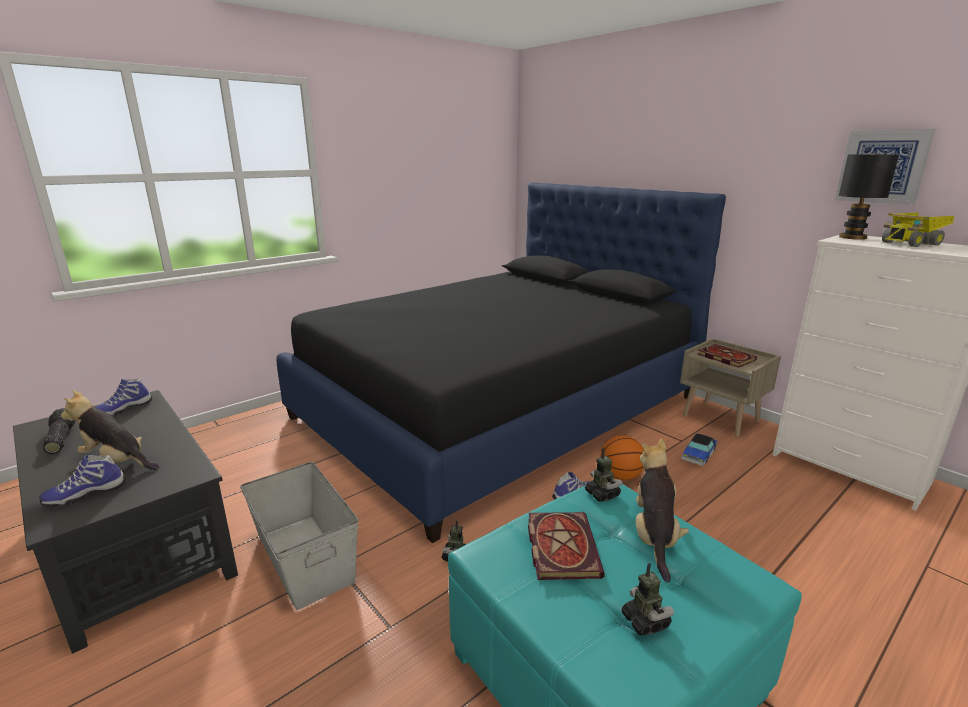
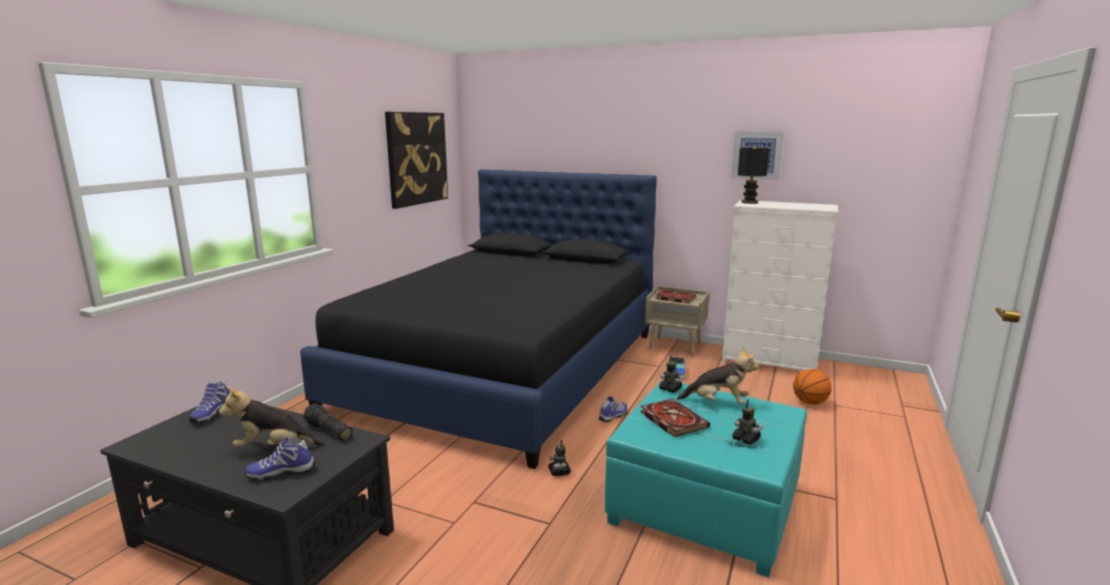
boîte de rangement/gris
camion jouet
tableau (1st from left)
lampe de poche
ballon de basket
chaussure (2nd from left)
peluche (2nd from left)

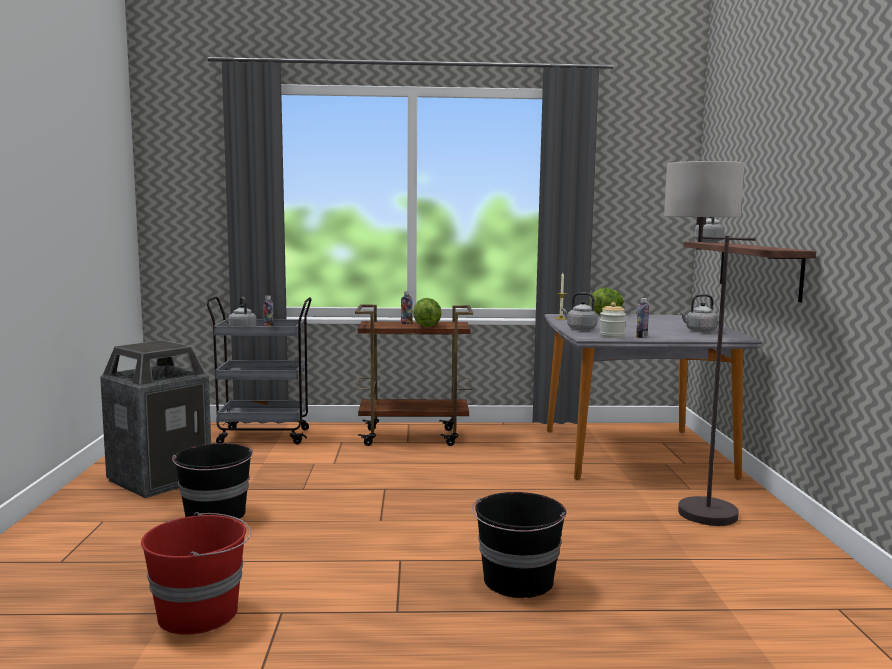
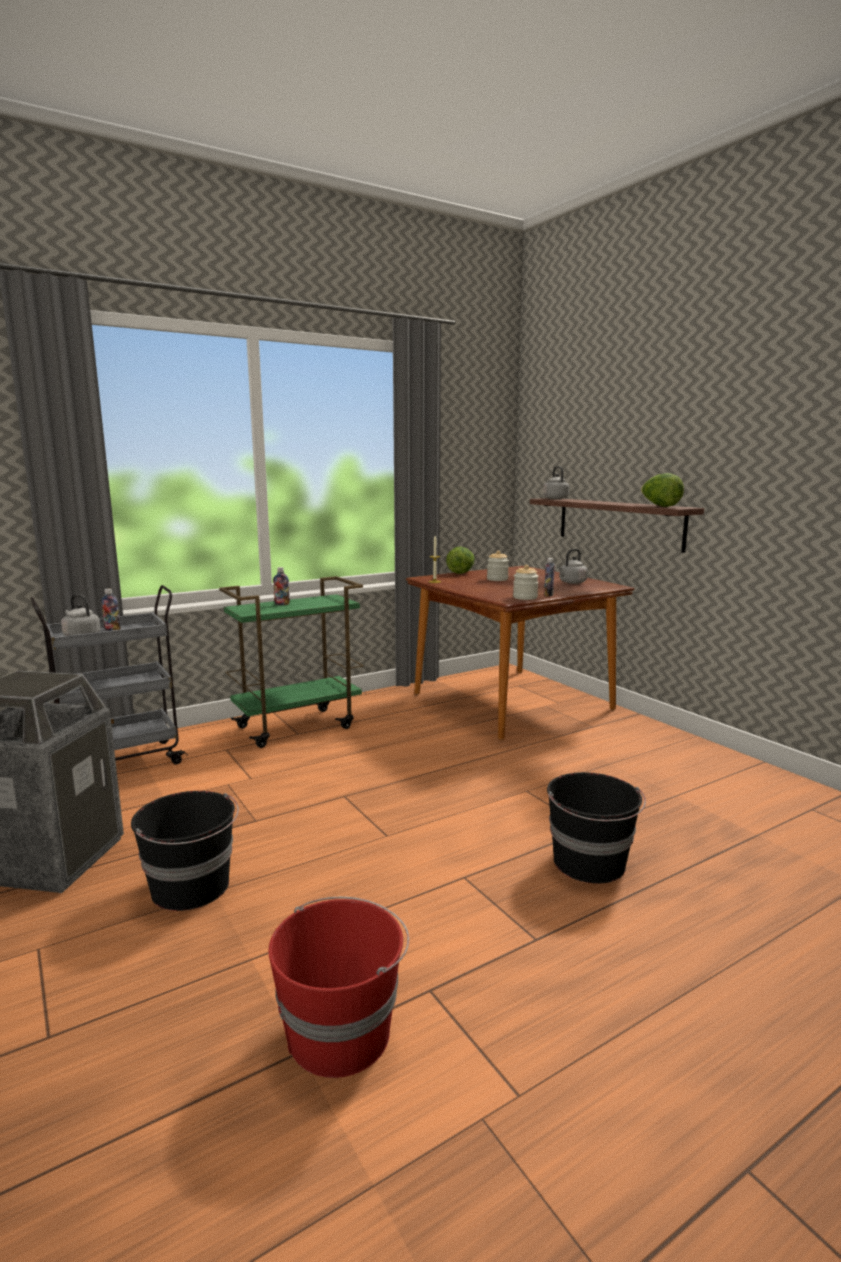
bouilloire/gris (2nd from left in the first image)
lampadaire/gris
bocal (1st from left)
laitue (2nd from left)
chariot/vert
table à manger/marron

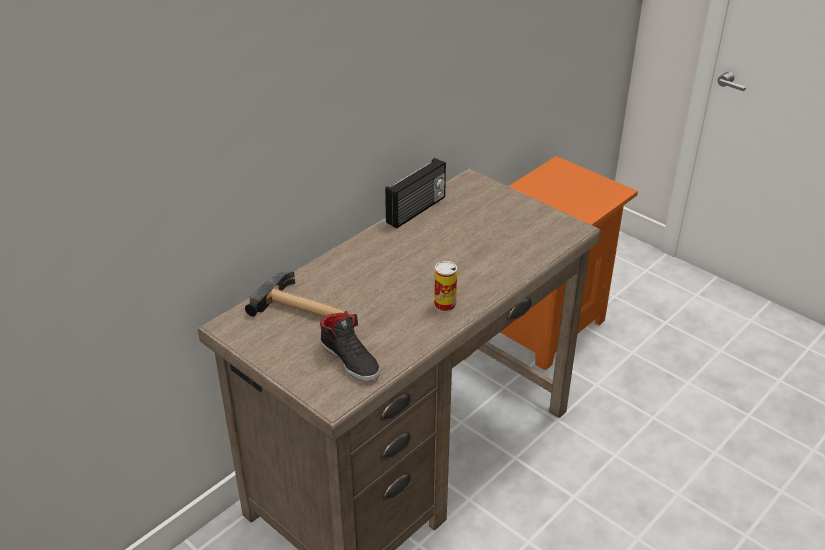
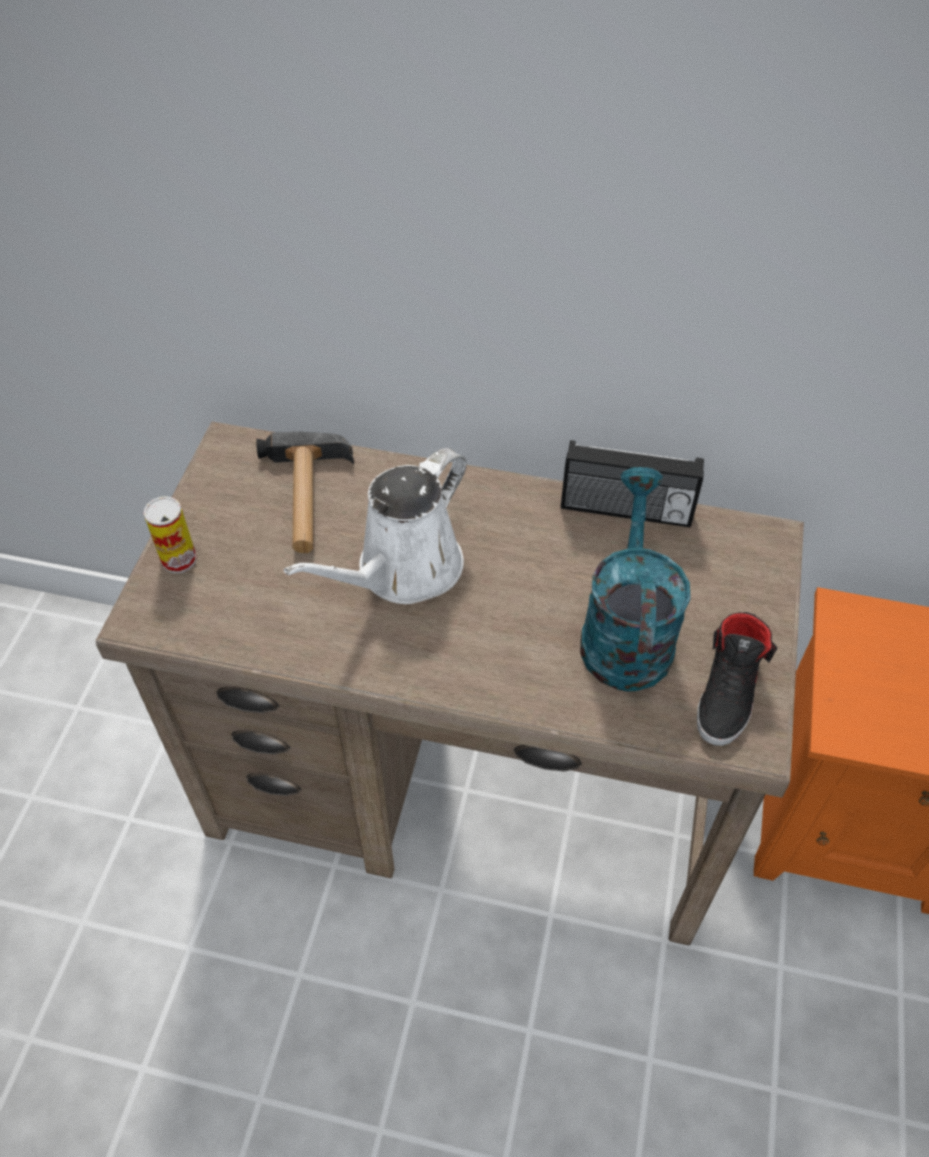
arrosoir/blanc
arrosoir/turquoise
chaussure/noir
boîte métallique

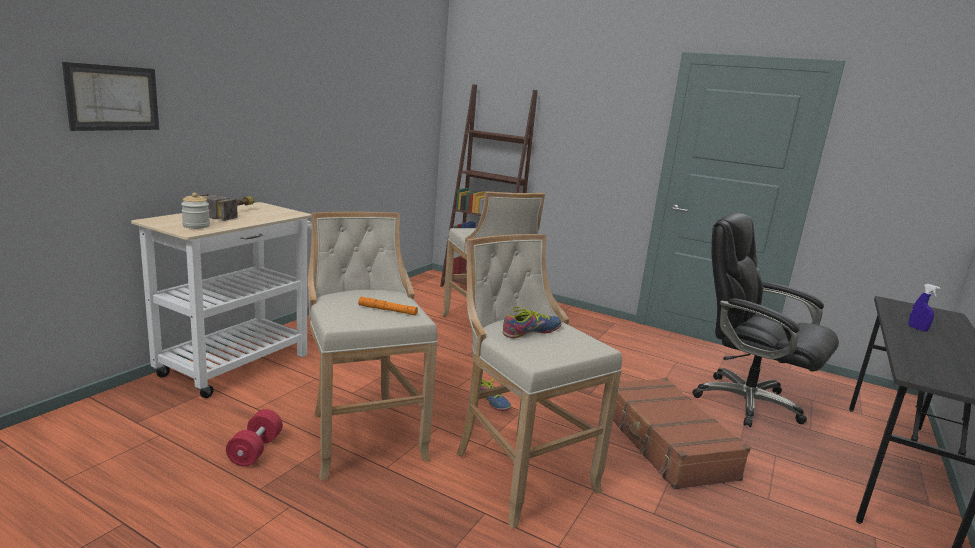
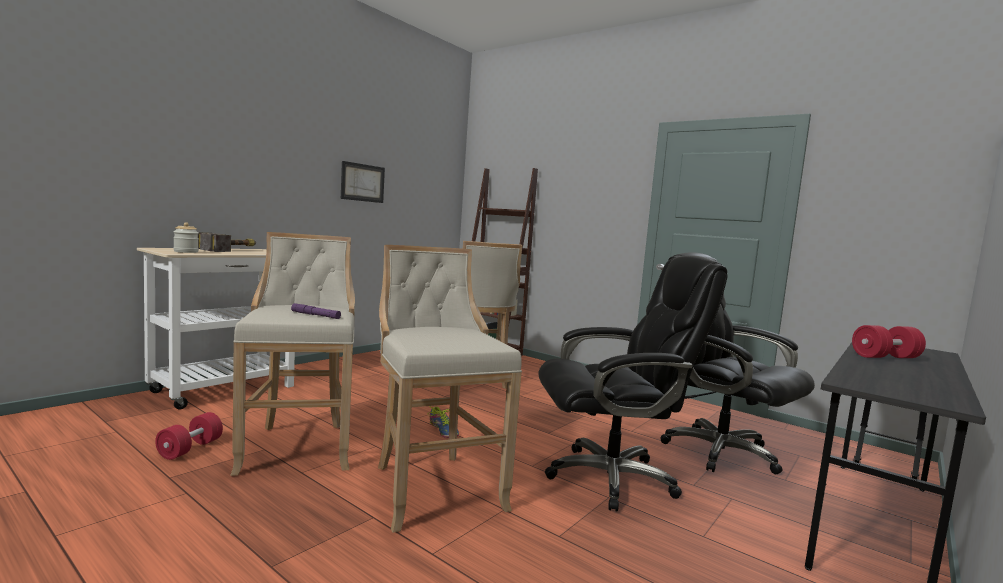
chaussure (2nd from left in the first image)
tableau
chaise de bureau/noir (1st from left)
haltère/rouge (2nd from left)
lampe de poche/violet

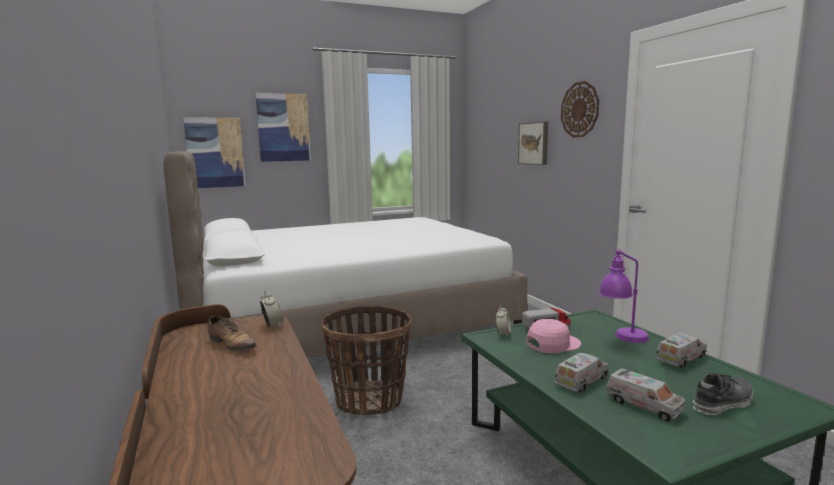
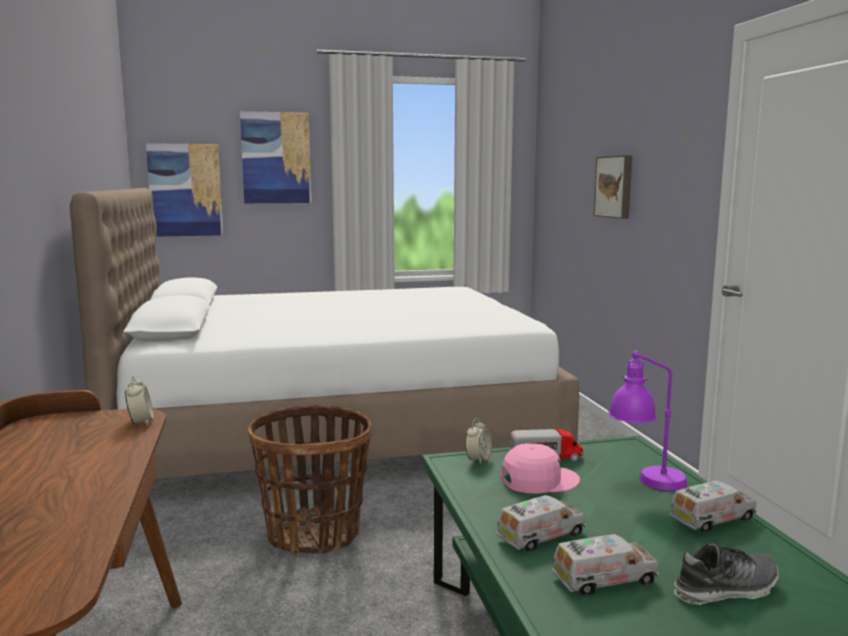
chaussure (1st from left in the first image)
horloge murale
camion jouet (3rd from left)

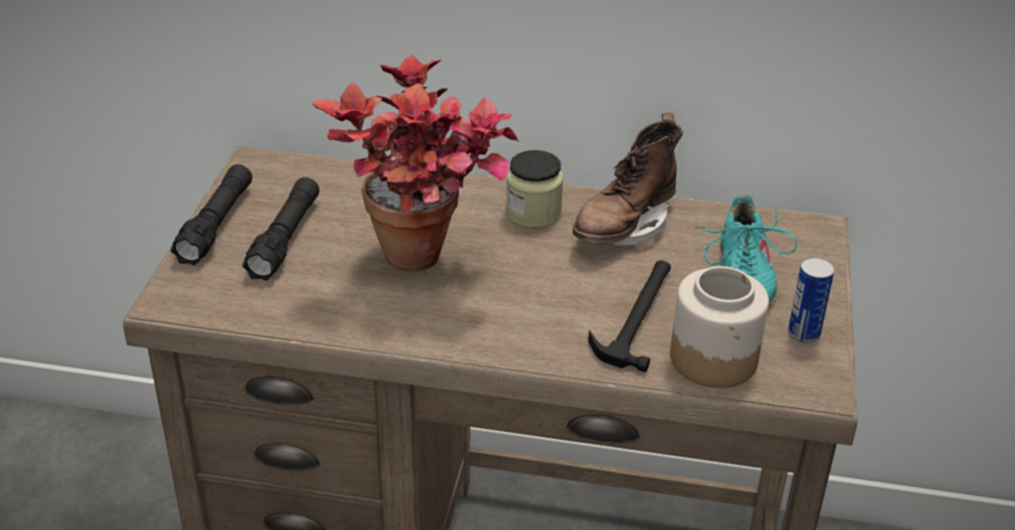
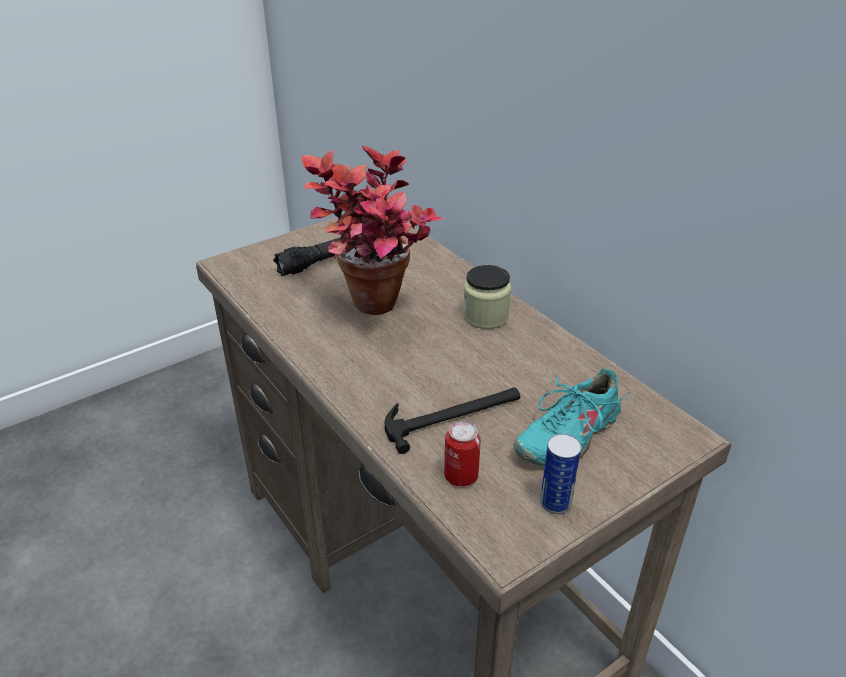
lampe de poche/noir (1st from left in the first image)
botte/marron
boîte métallique (1st from left)

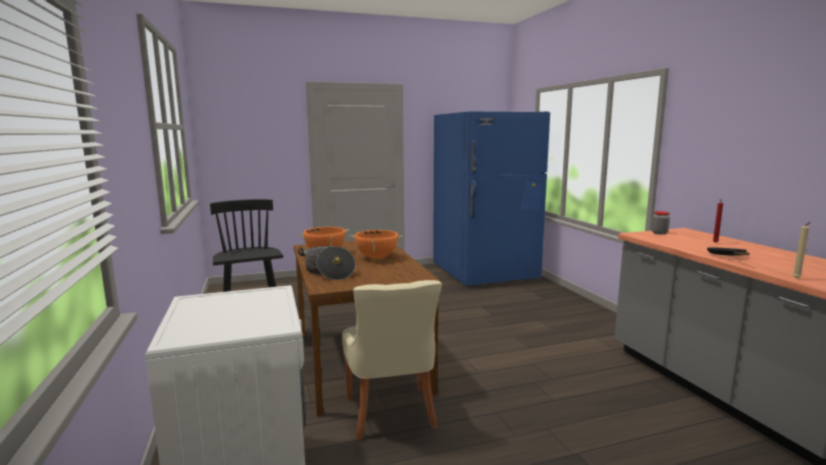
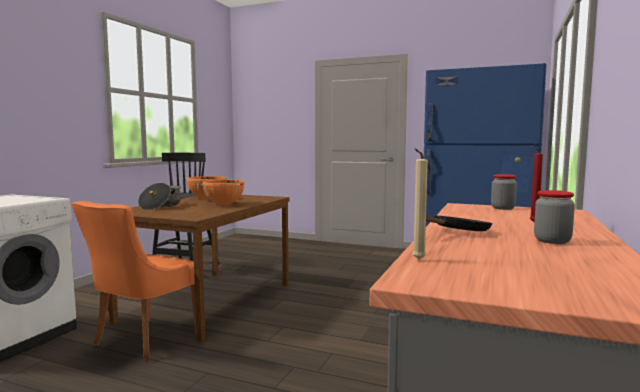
bocal (2nd from left)
chaise/orange

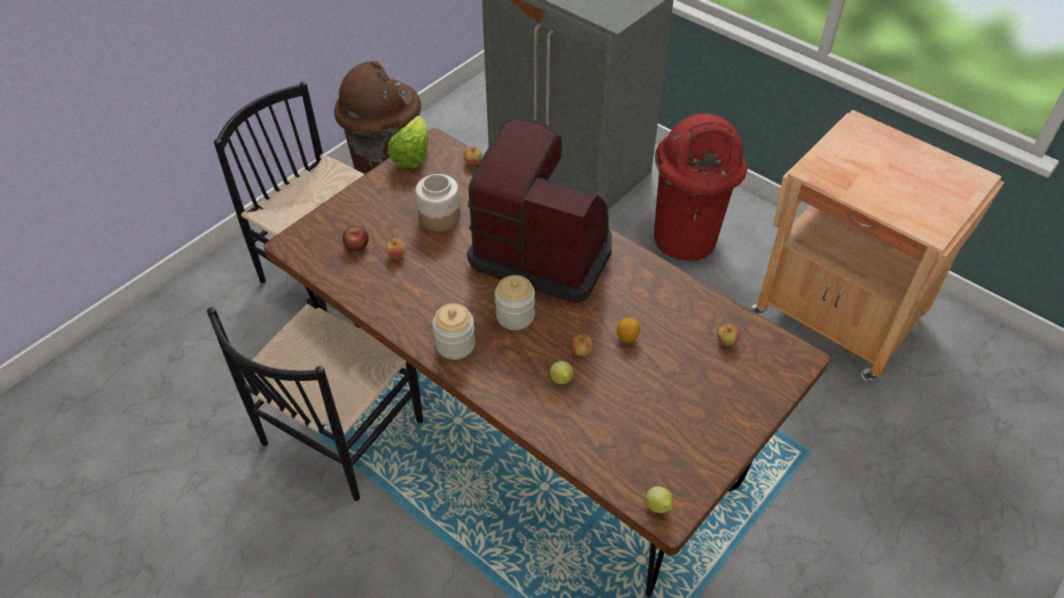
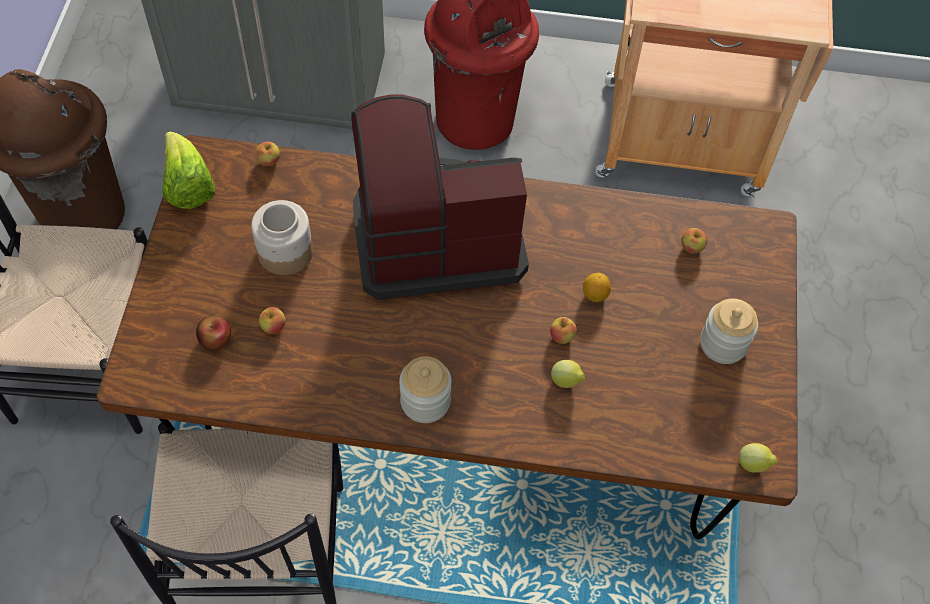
bocal (3rd from left)

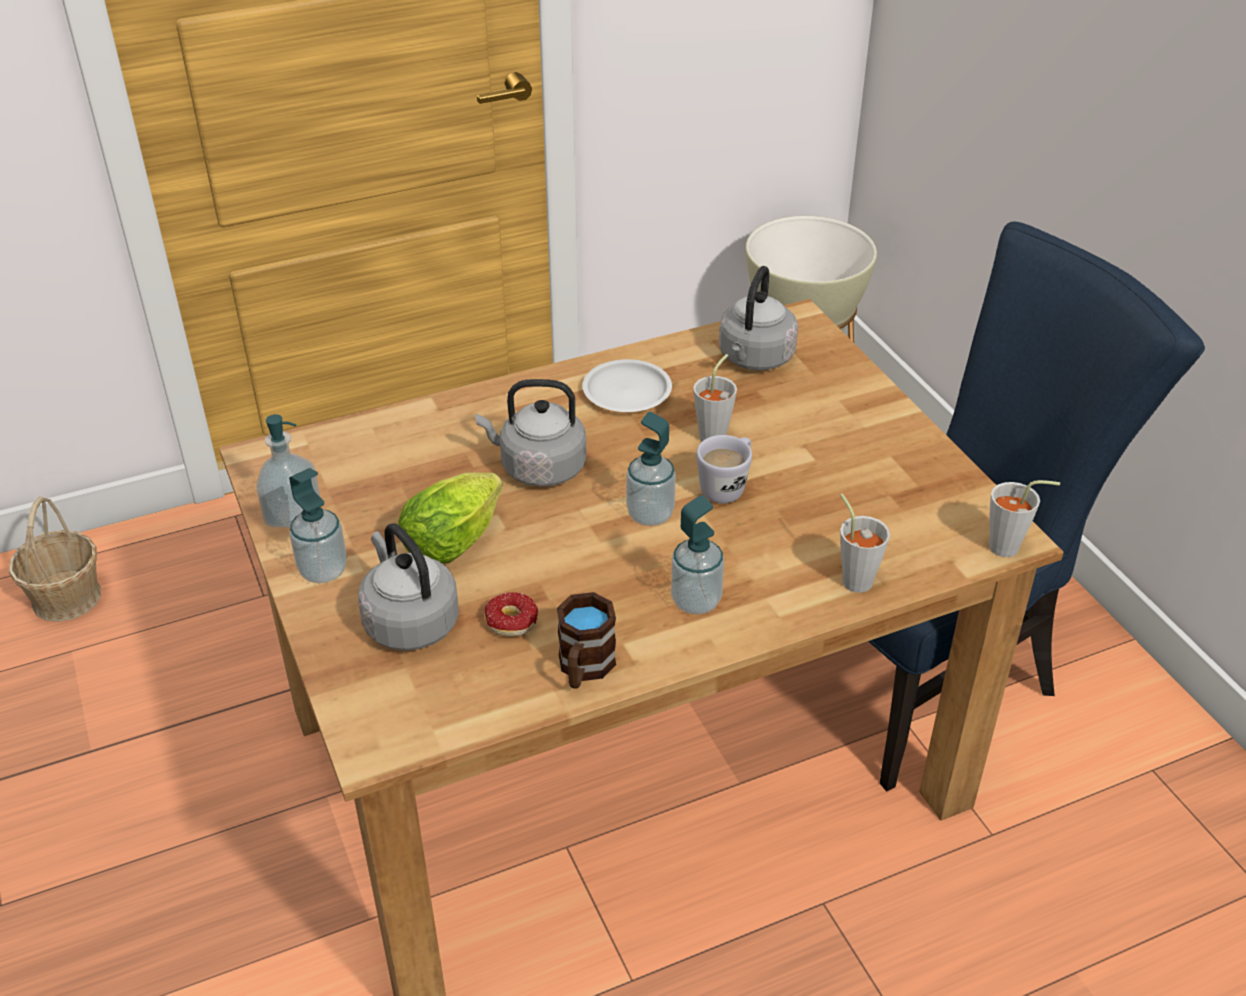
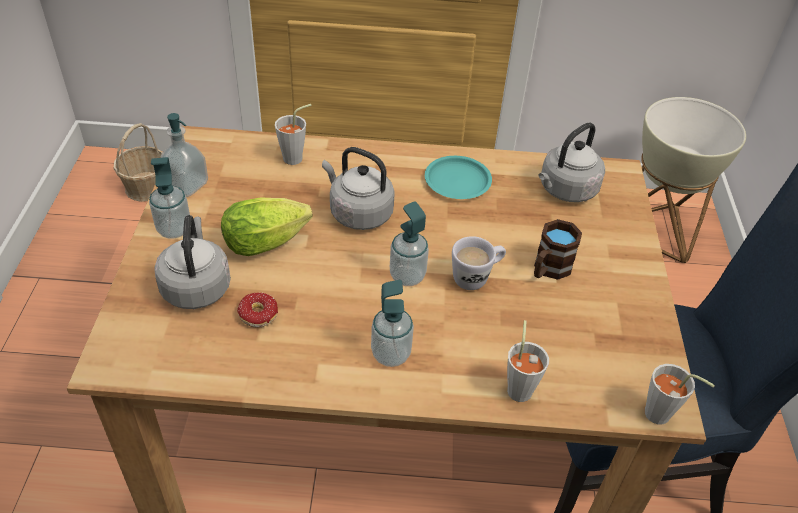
mug/marron
tasse/gris (1st from left)
assiette/turquoise

